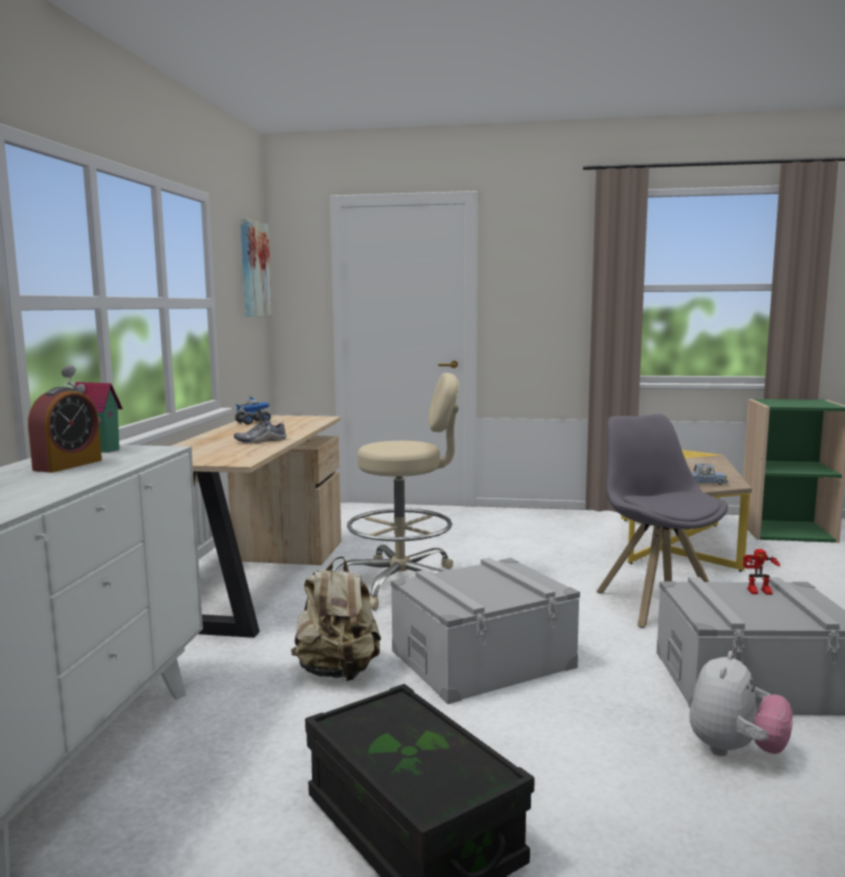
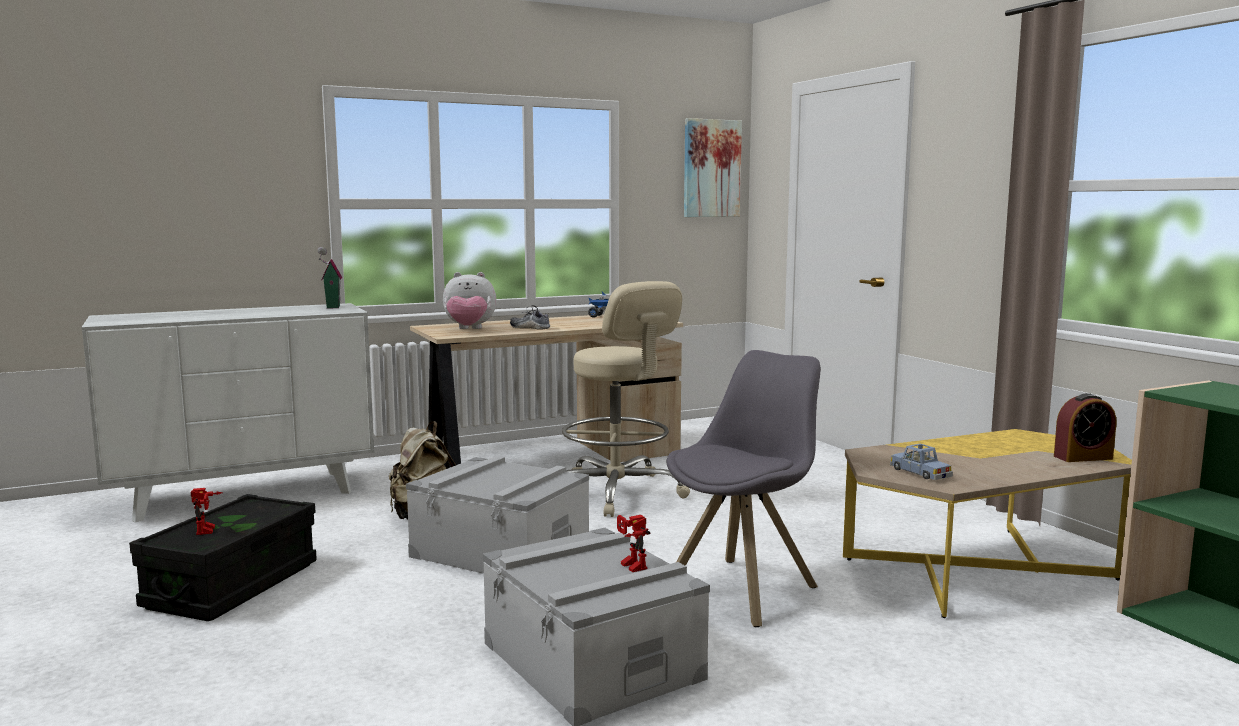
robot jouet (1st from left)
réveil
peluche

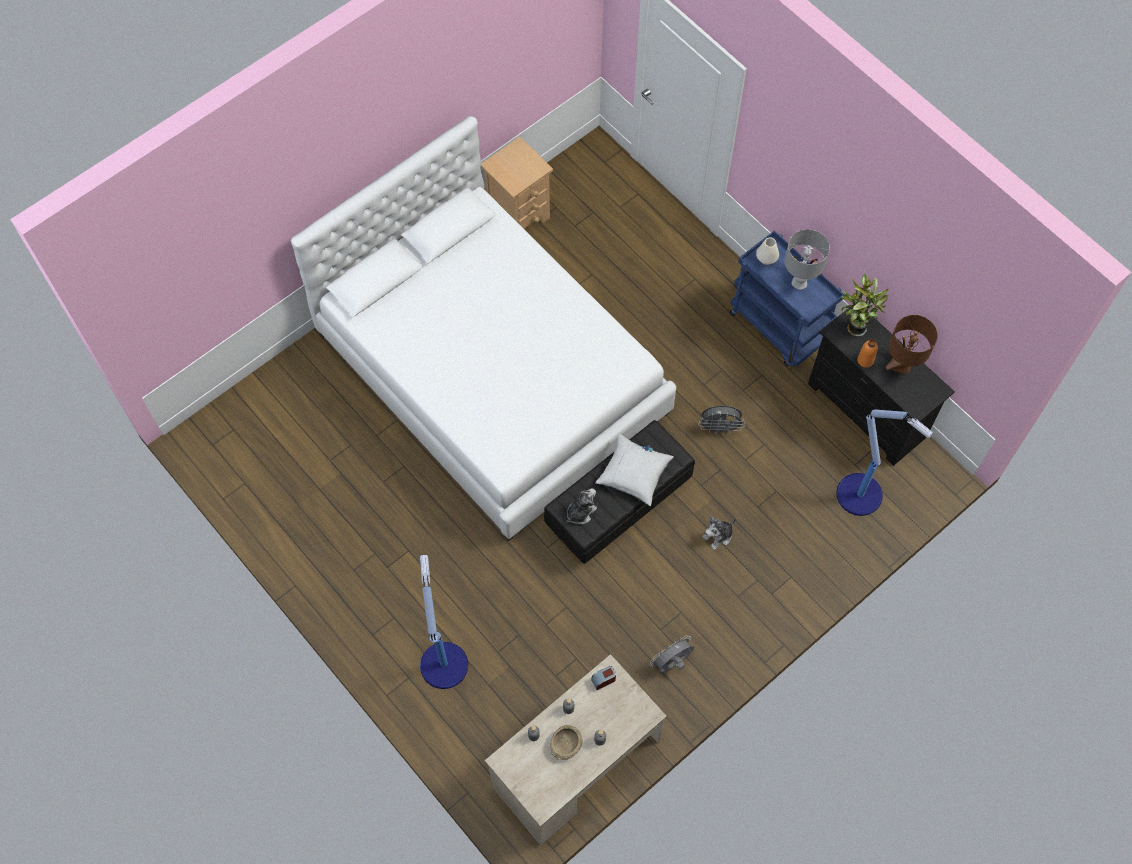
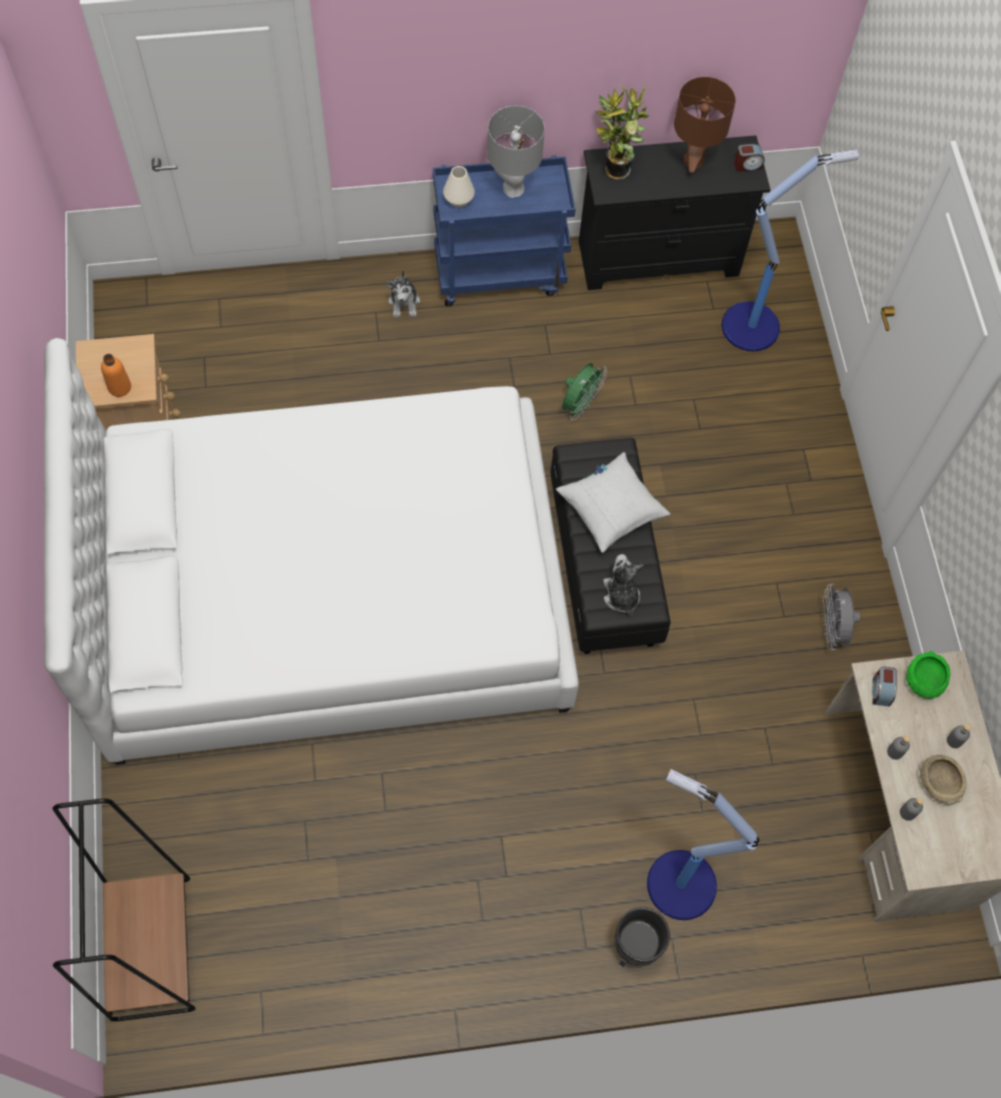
portant
cache-pot/noir
réveil (1st from left)
bol/vert
peluche (1st from left)
bouteille/orange
ventilateur/vert

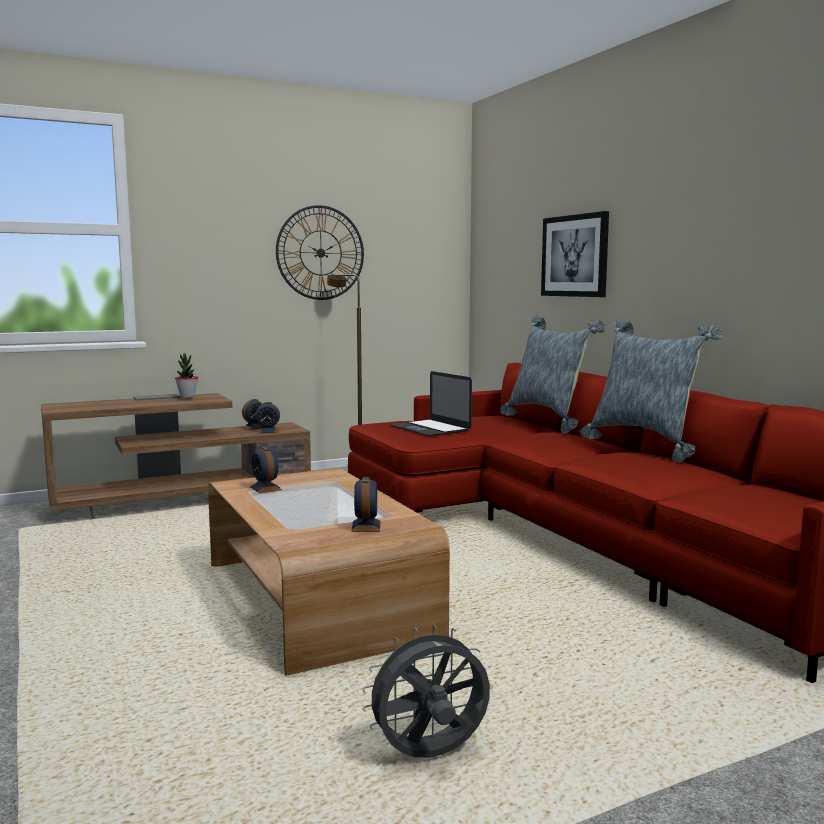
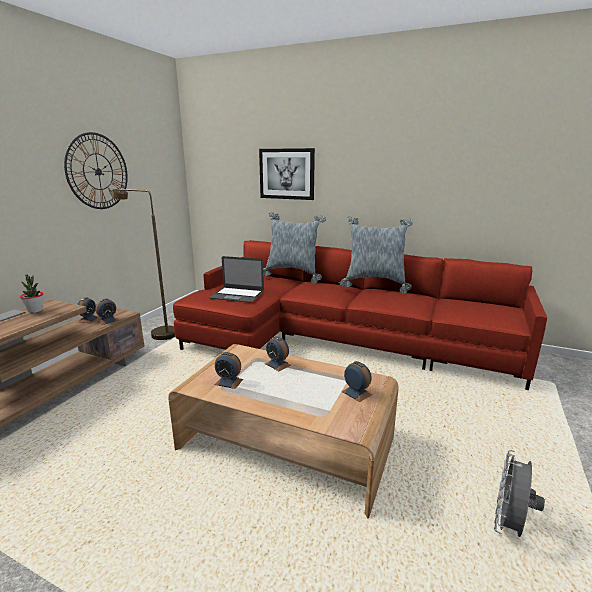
réveil (4th from left)

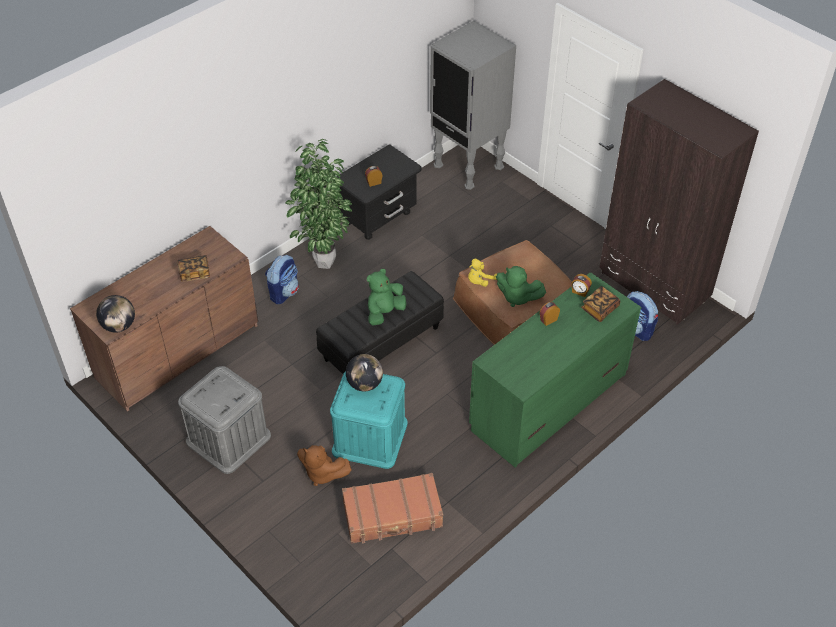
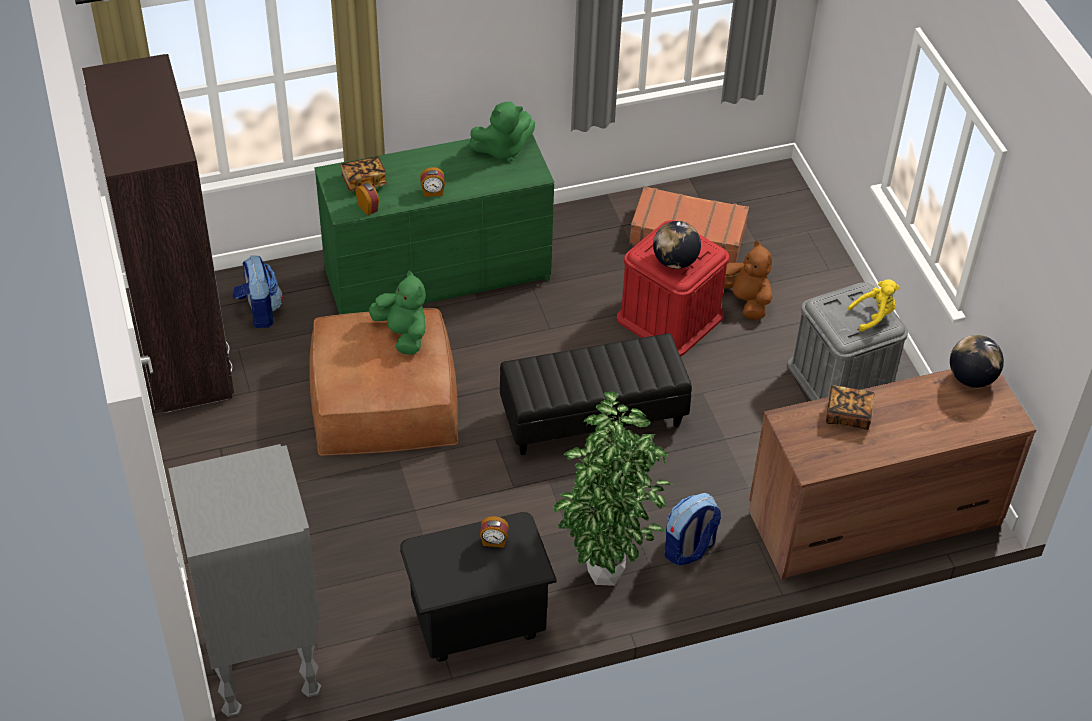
peluche/vert (2nd from left)
peluche/jaune
boîte de rangement/rouge

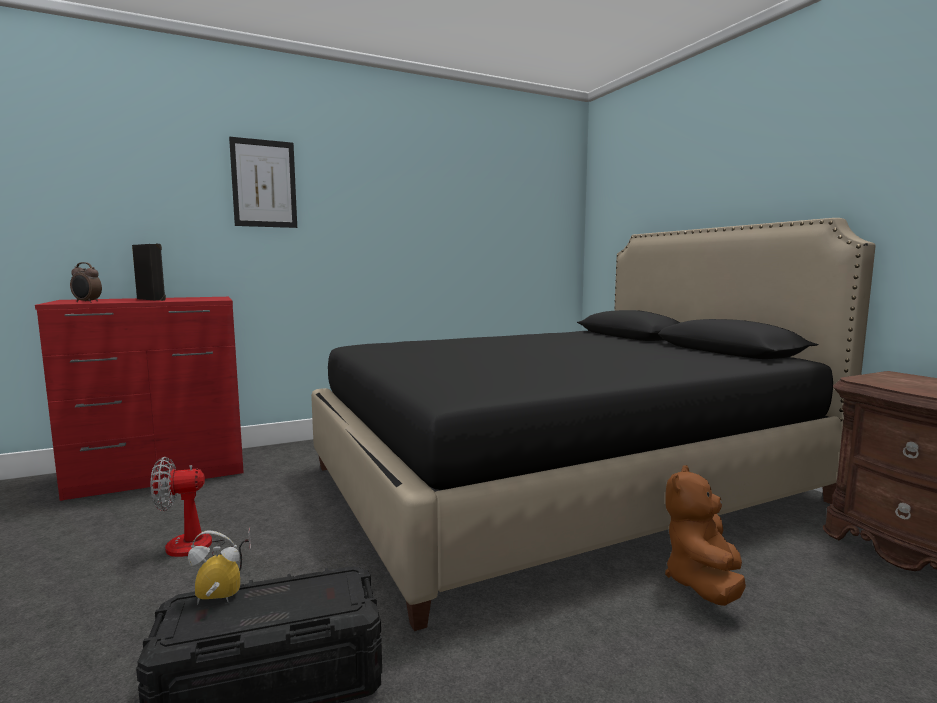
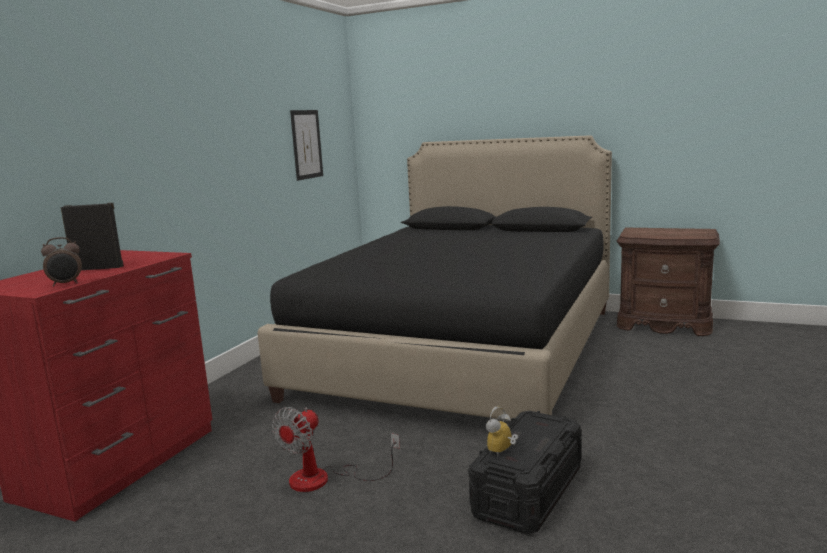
peluche/marron
tableau

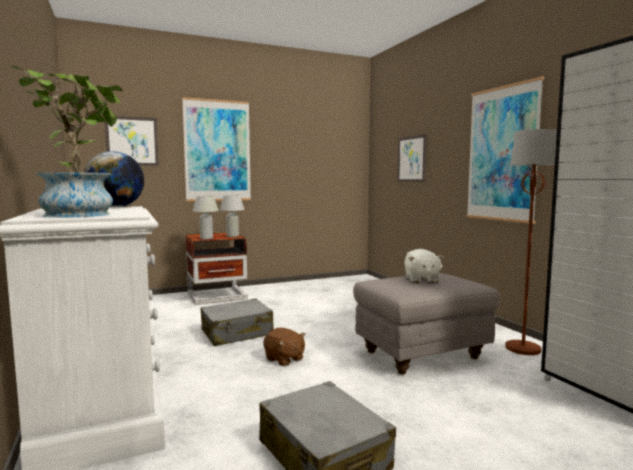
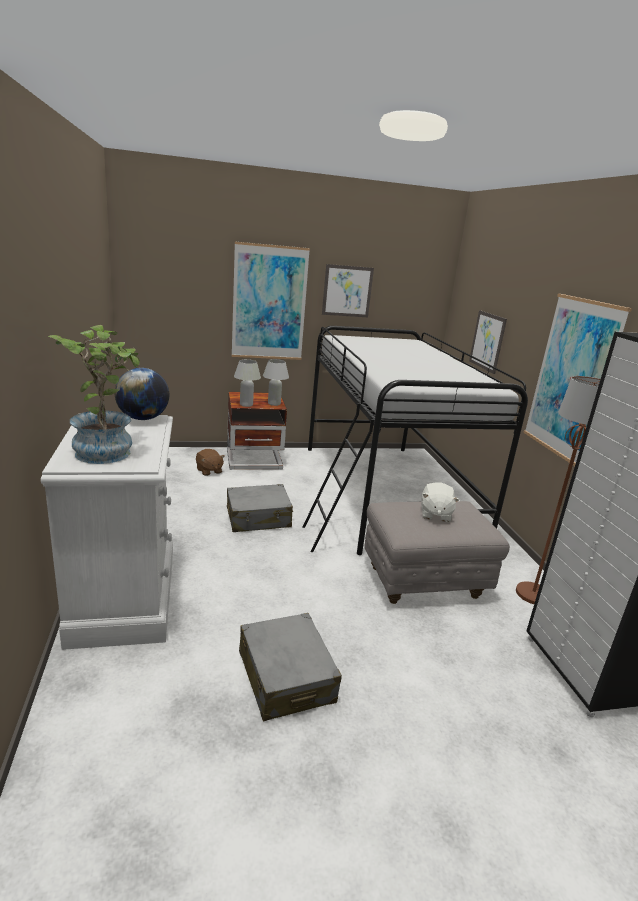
lit/noir
tableau (2nd from left)
peluche/marron

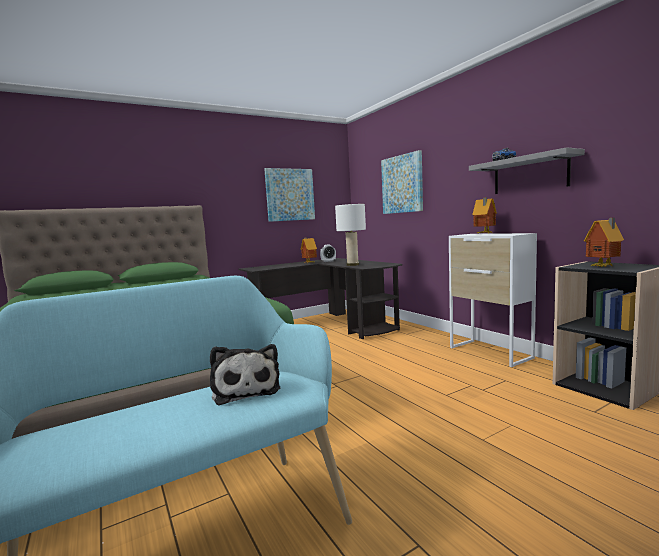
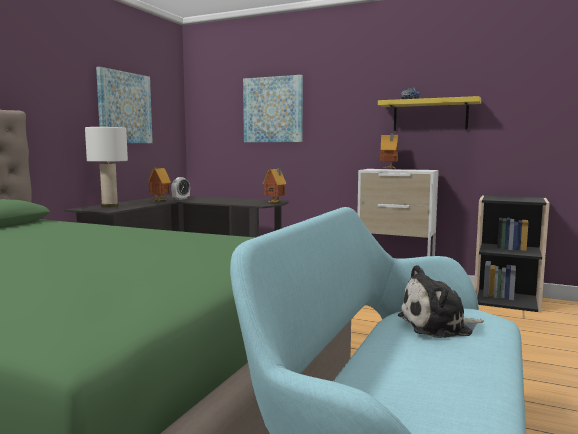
lampe de table/blanc
maison miniature (2nd from left)
étagère/jaune
peluche

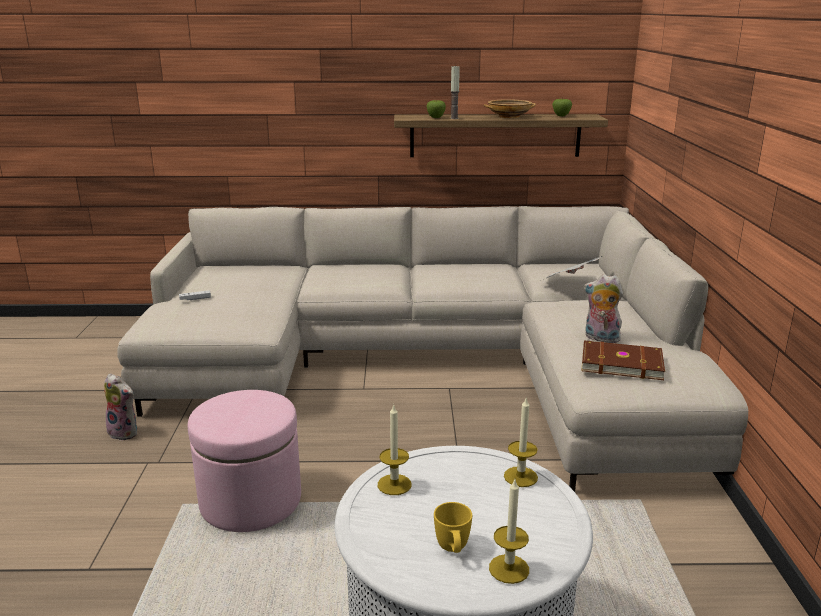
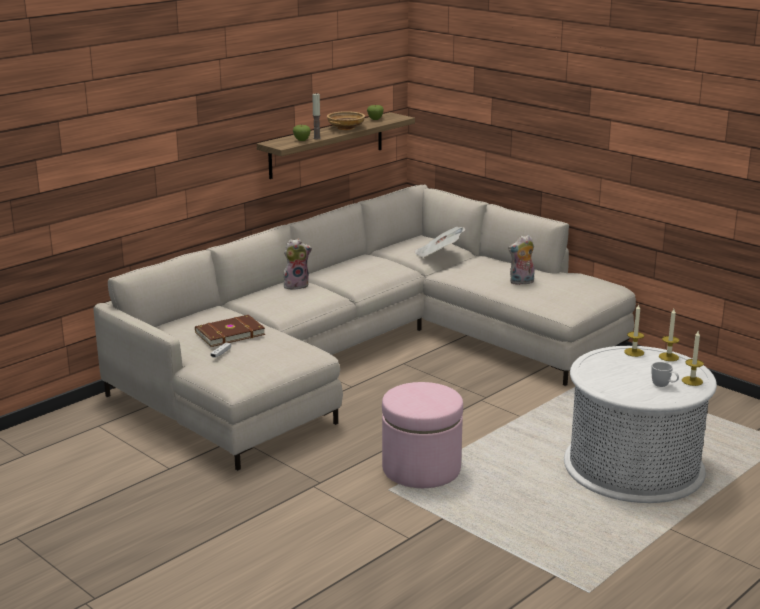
peluche (1st from left)
bougie (3rd from left)
livre/marron
mug/blanc

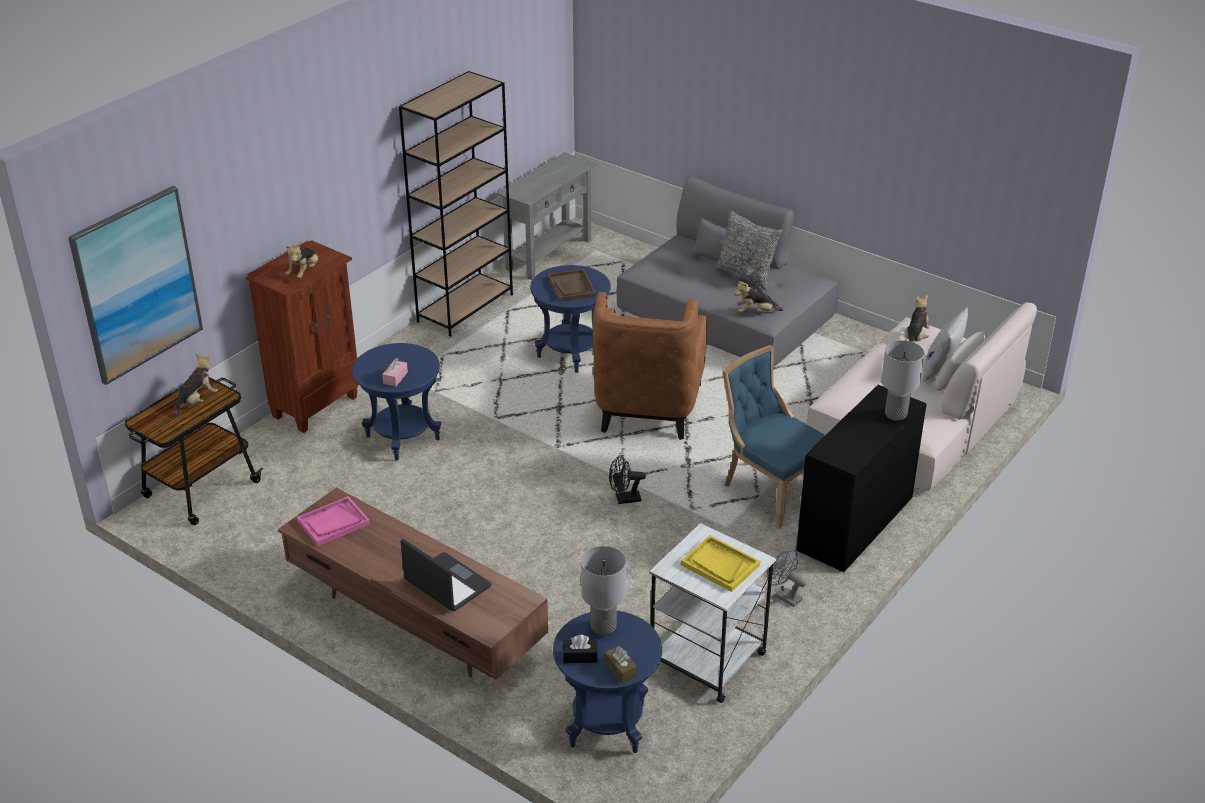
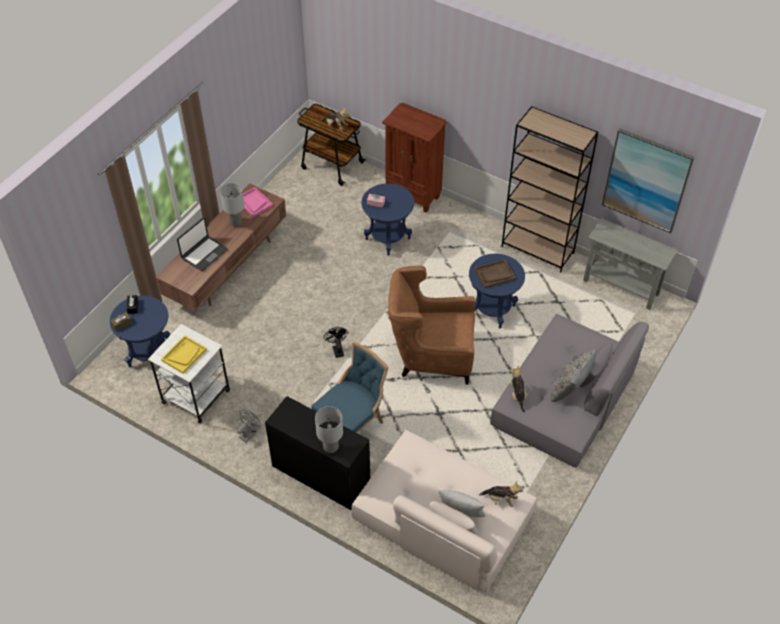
peluche (2nd from left in the first image)
tableau
lampe de table/gris (1st from left)

